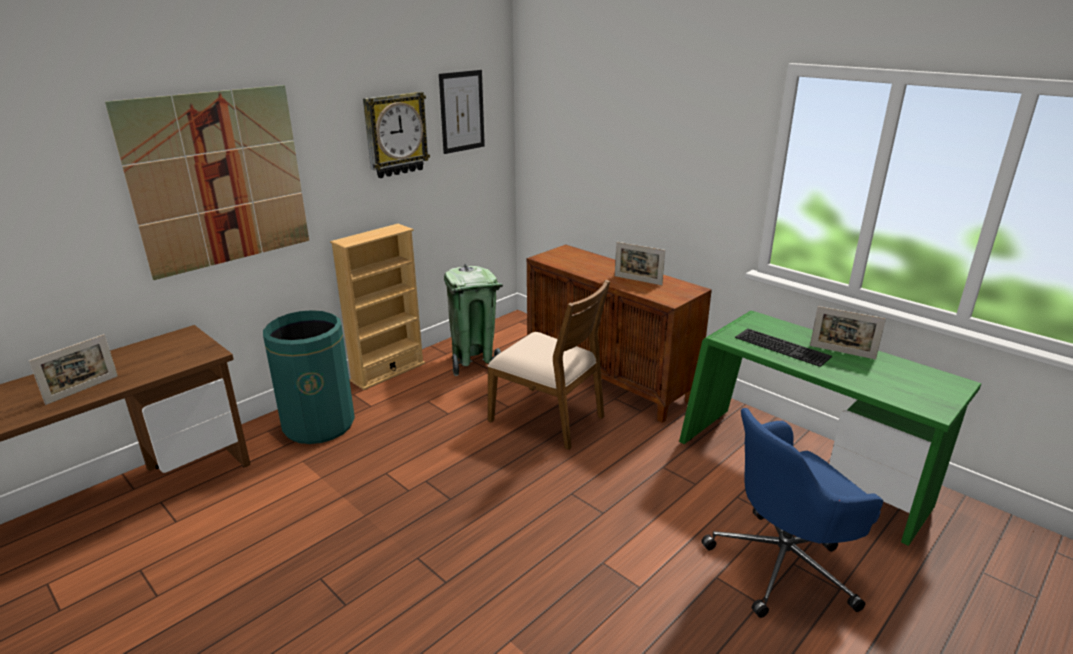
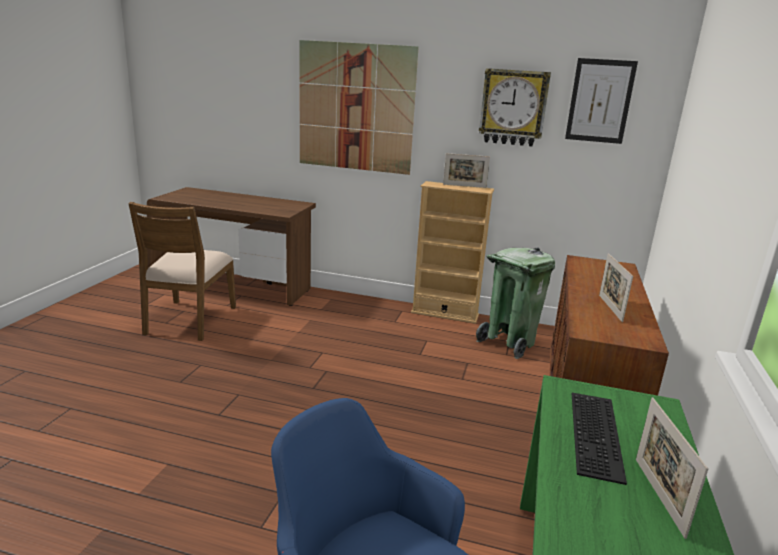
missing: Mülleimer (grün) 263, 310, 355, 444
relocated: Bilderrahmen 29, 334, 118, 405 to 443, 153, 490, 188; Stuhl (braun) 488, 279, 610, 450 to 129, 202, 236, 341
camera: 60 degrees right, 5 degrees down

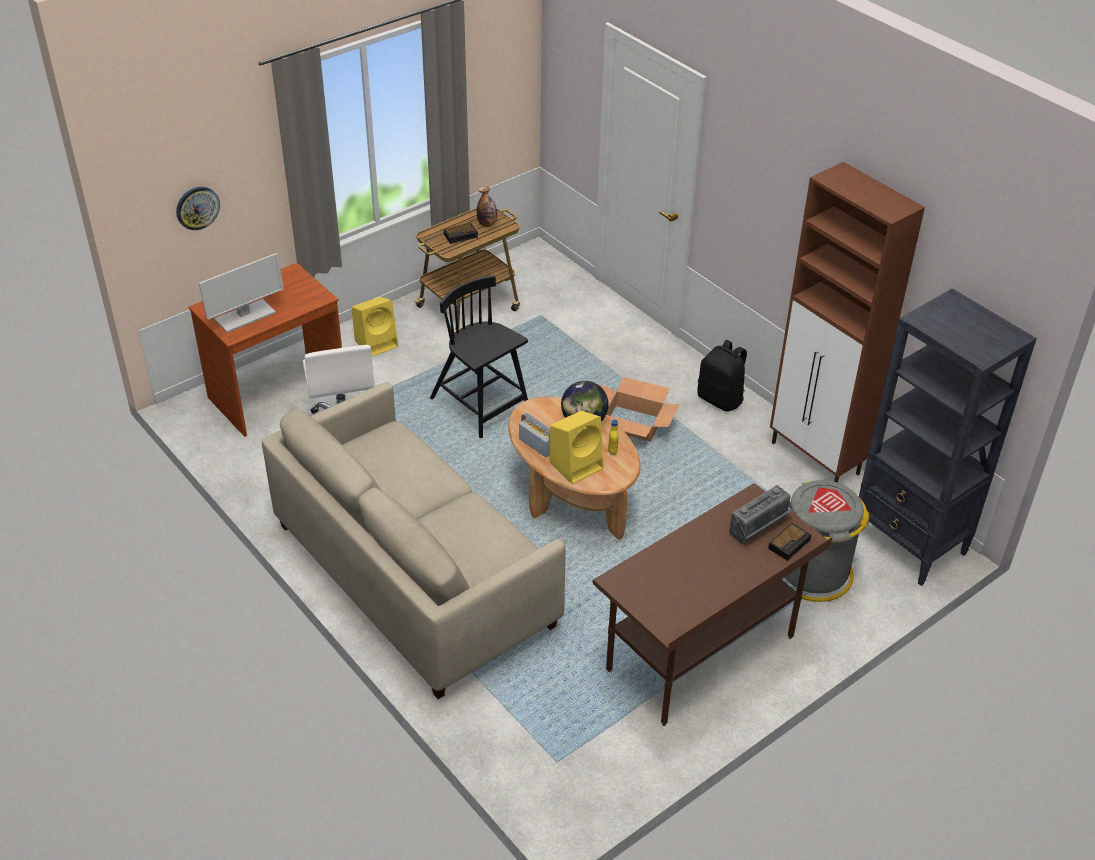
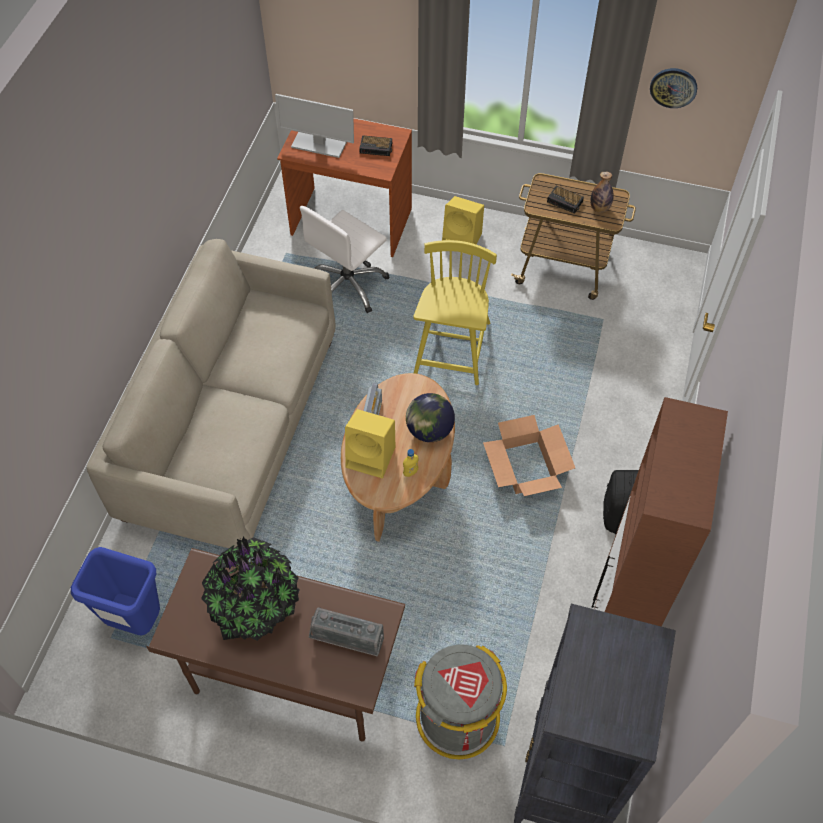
appeared: Mülleimer (blau) 71, 547, 160, 635; Topfpflanze 201, 537, 300, 641
relocated: Wanduhr 176, 187, 220, 230 to 650, 68, 697, 108; Wecker 768, 523, 811, 561 to 359, 135, 392, 156
colour: Stuhl (schwarz) 430, 275, 528, 438 to Stuhl (gelb) 413, 240, 497, 385
camera: 55 degrees right, 15 degrees up

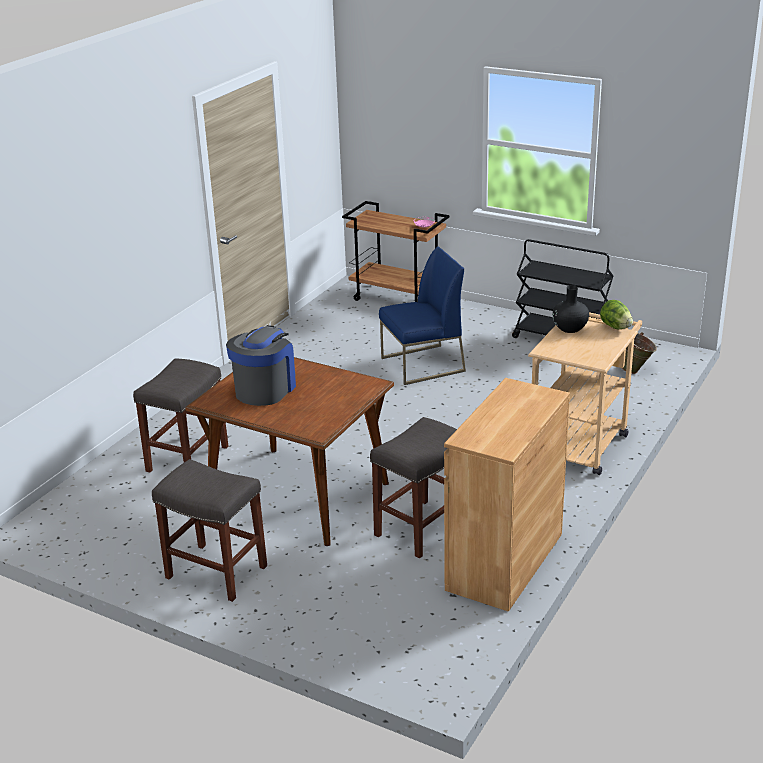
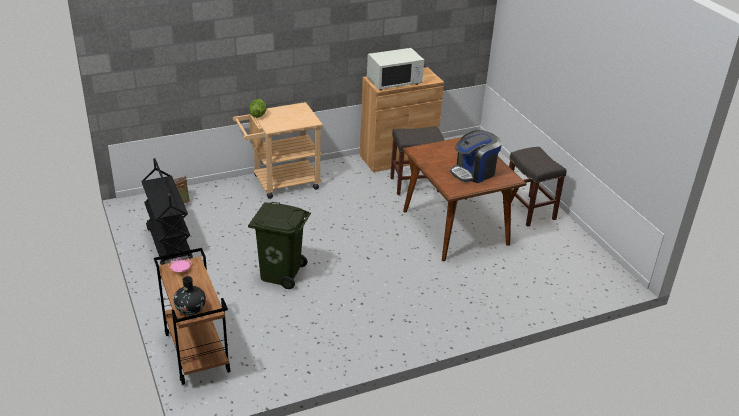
missing: Hocker (grau) 133, 358, 229, 473
appeared: Mikrowelle (weiß) 367, 48, 424, 90
relocated: Vase (schwarz) 552, 285, 589, 333 to 173, 276, 206, 315
exchanged: Stuhl (blau) 379, 246, 466, 385 to Mülleimer (grün) 248, 202, 311, 289
camera: 145 degrees left, 5 degrees up

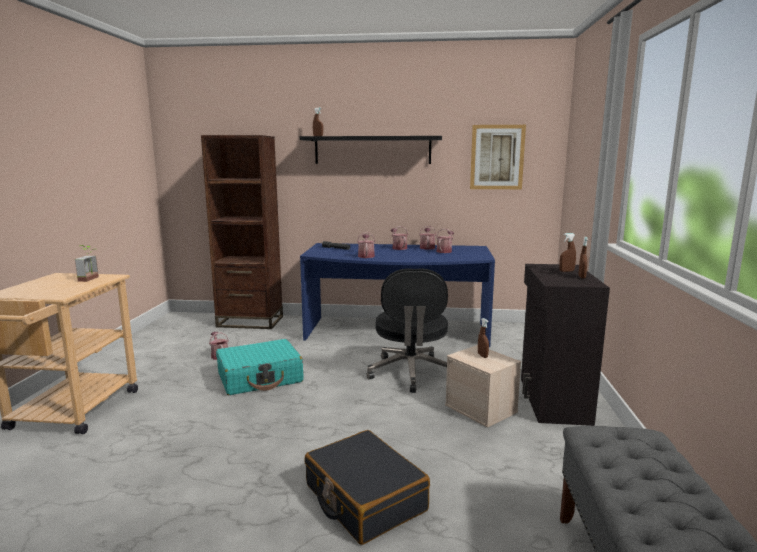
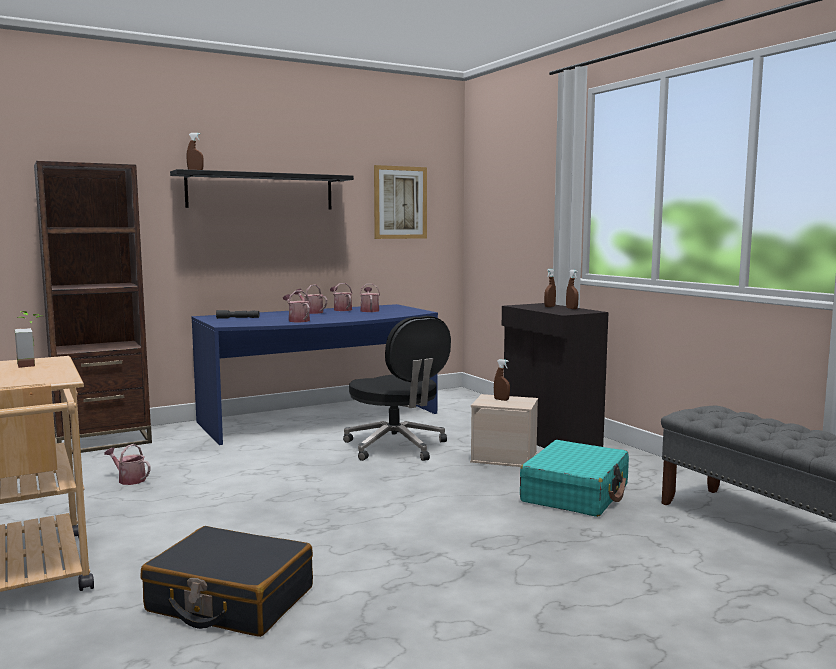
relocated: Koffer (türkis) 216, 339, 303, 395 to 520, 440, 629, 517; Koffer (schwarz) 304, 430, 430, 545 to 140, 526, 313, 637
camera: 35 degrees left, 5 degrees down

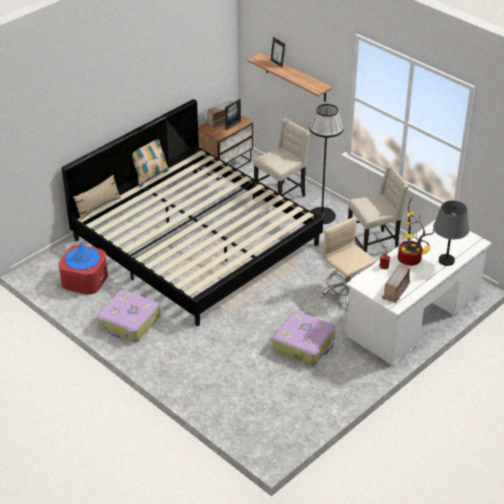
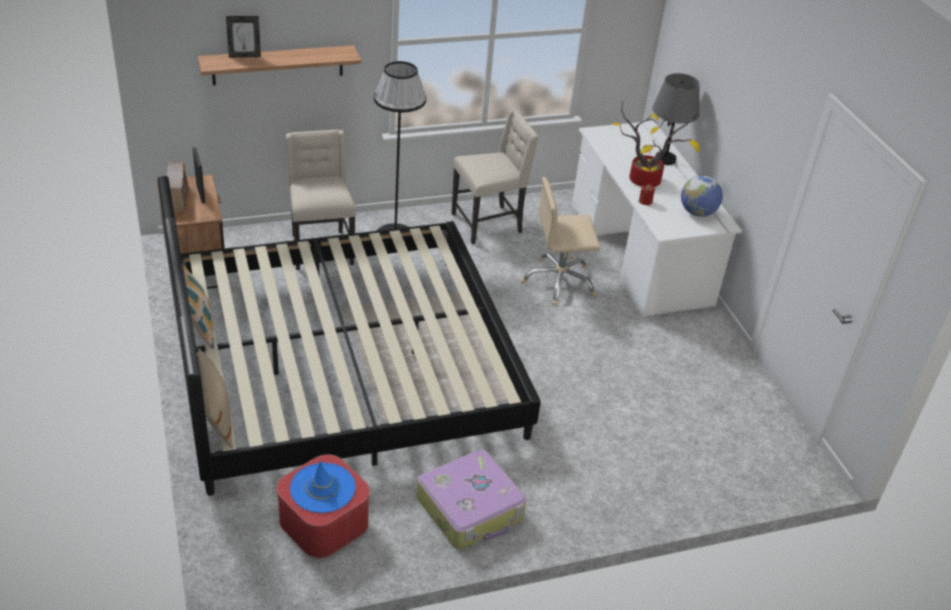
missing: Koffer 272, 311, 335, 366
exchanged: Radio 382, 264, 411, 303 to Globus 681, 176, 723, 217
spun: Stuhl (beige) 348, 165, 409, 253 = 452, 110, 539, 244 60 degrees clockwise
camera: 65 degrees left, 0 degrees up

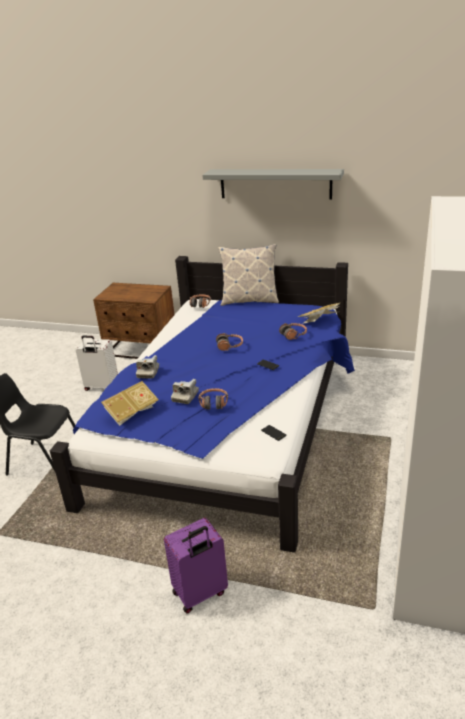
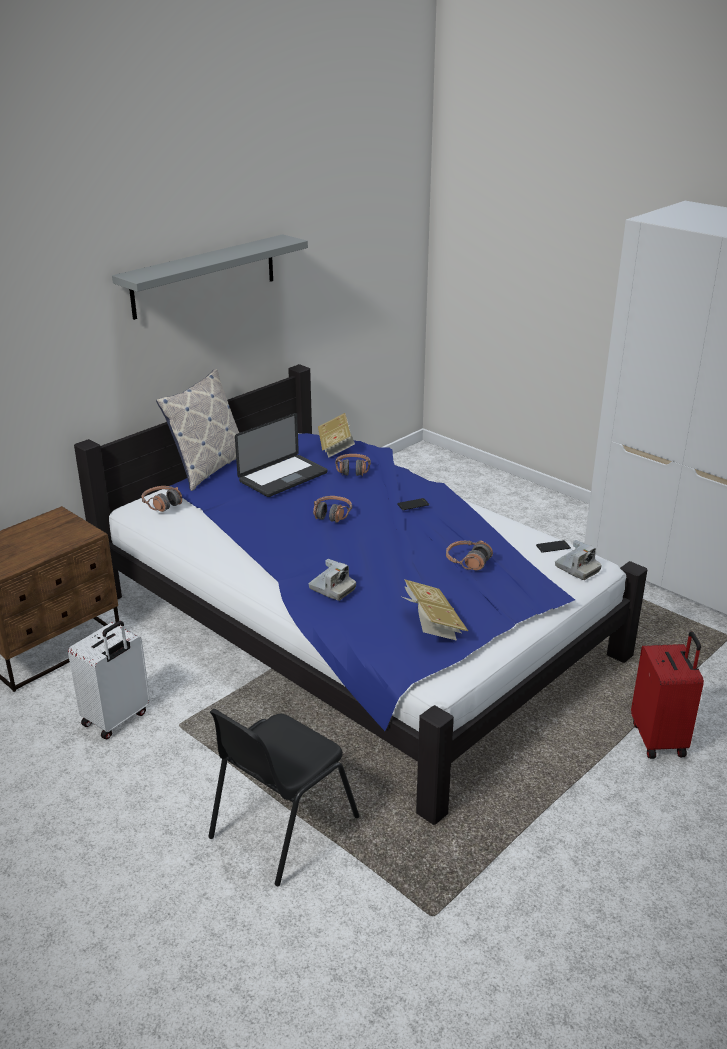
appeared: Laptop 235, 413, 328, 497
relocated: Kamera 171, 379, 199, 404 to 555, 540, 602, 580
colour: Koffer (lila) 164, 518, 228, 614 to Koffer (rot) 631, 631, 704, 759
camera: 65 degrees left, 0 degrees up

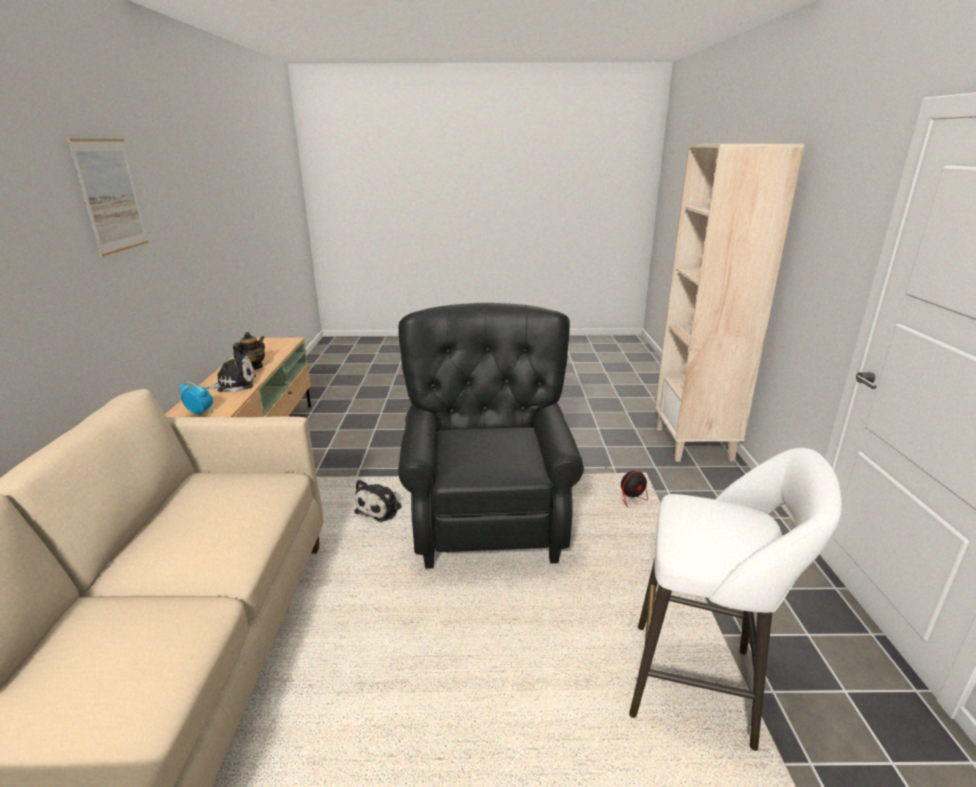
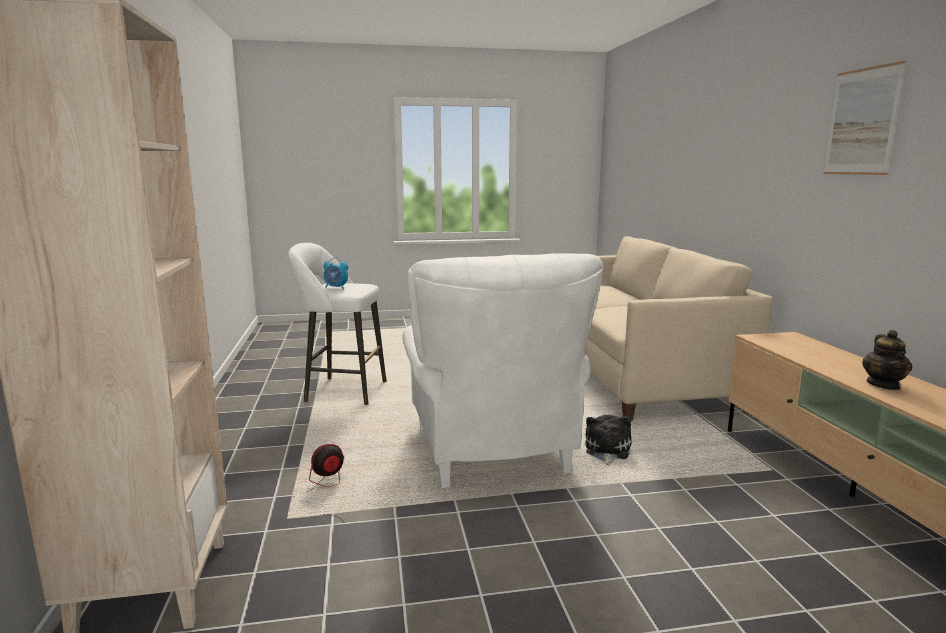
missing: Plüschtier 204, 352, 256, 392
relocated: Wecker 179, 382, 213, 415 to 323, 257, 348, 289
colour: Sessel (schwarz) 398, 303, 584, 569 to Sessel (weiß) 402, 253, 603, 488
camera: 170 degrees right, 10 degrees down

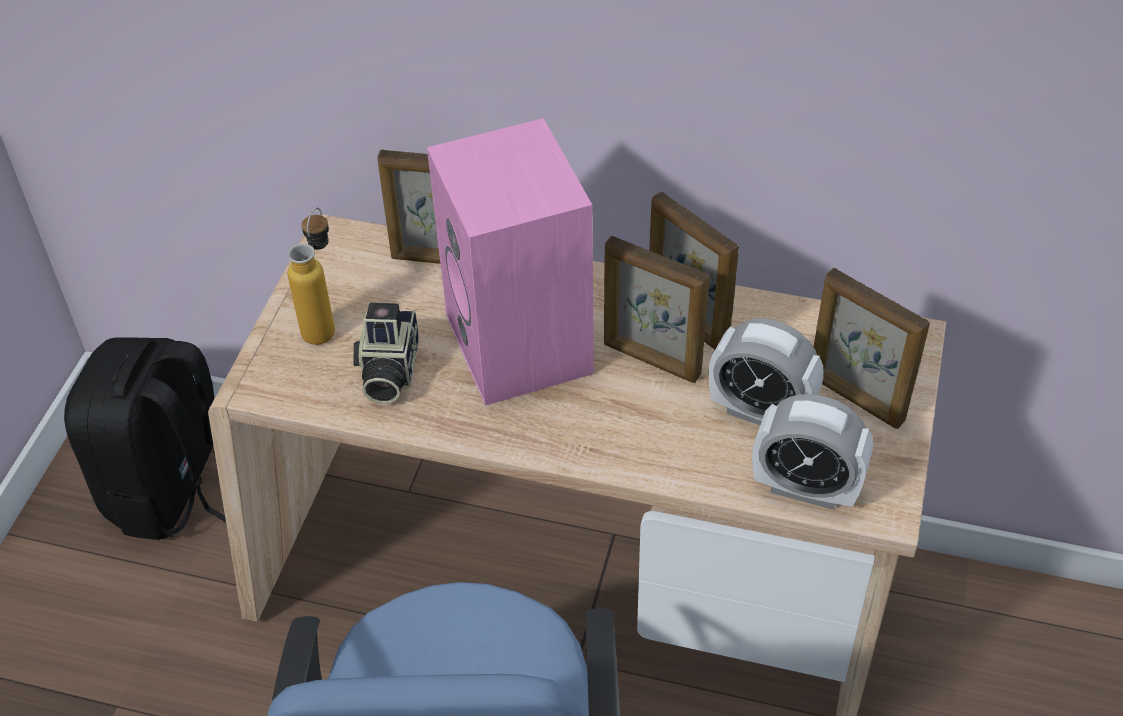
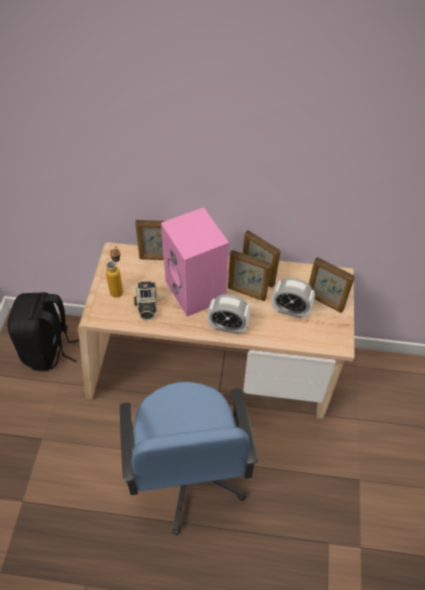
relocated: Wecker 752, 394, 873, 510 to 207, 294, 251, 334
camera: 10 degrees left, 5 degrees up

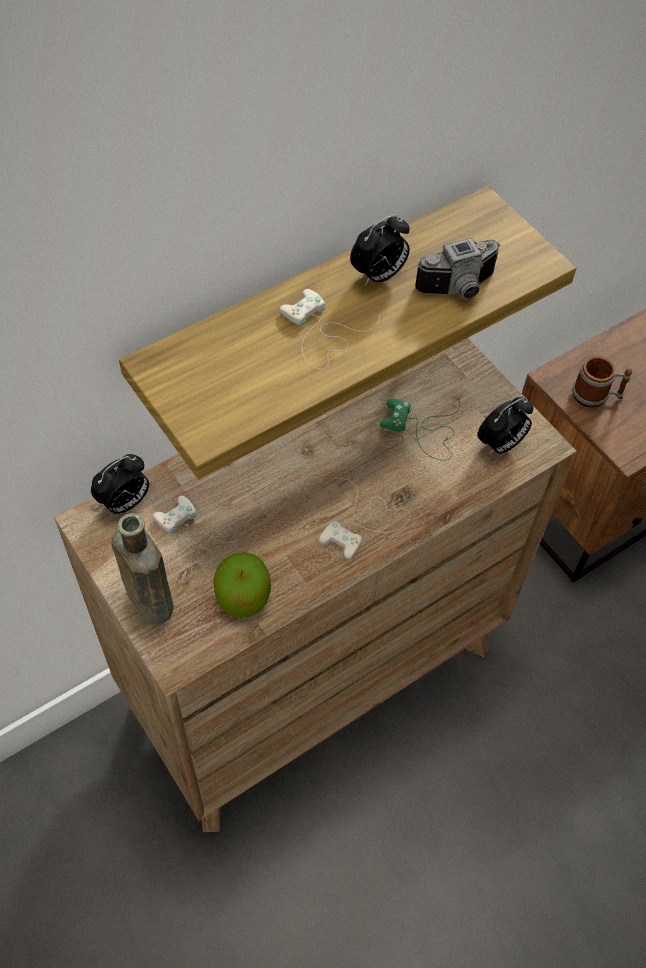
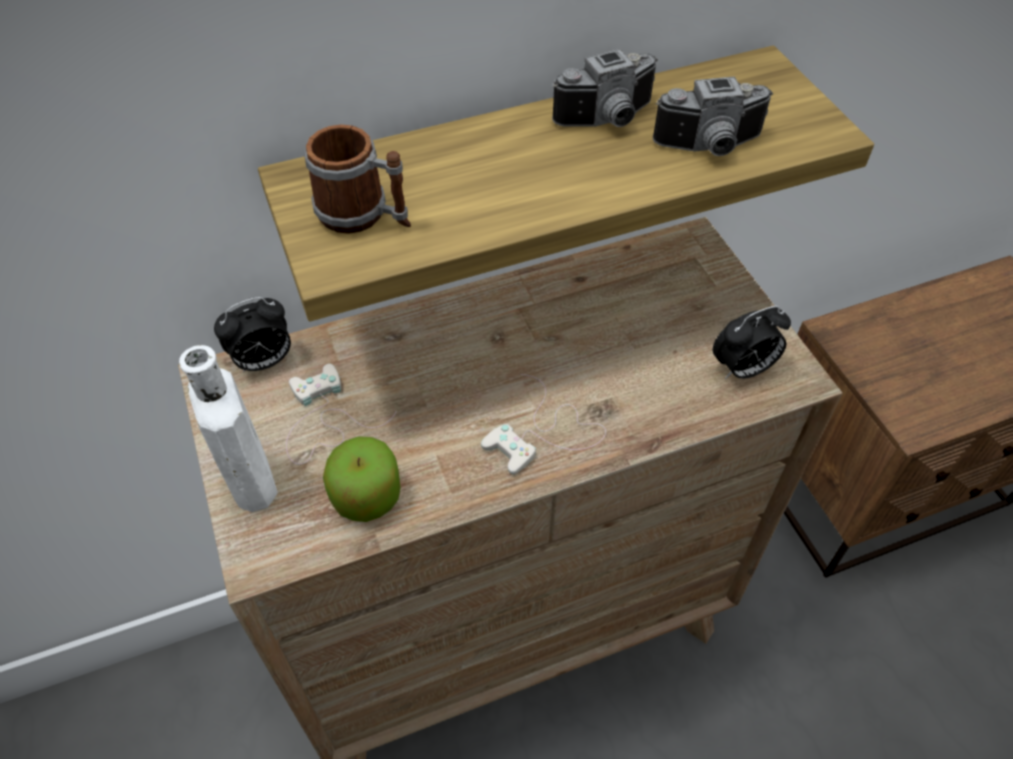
missing: Gamepad (weiß) 280, 289, 380, 370; Gamepad (grün) 380, 394, 460, 461
relocated: Henkelbecher 572, 356, 632, 408 to 304, 124, 411, 234
exchanged: Wecker 350, 214, 410, 286 to Kamera 552, 49, 658, 127
colour: Flasche (braun) 112, 513, 174, 625 to Flasche (weiß) 179, 345, 278, 512
camera: 15 degrees right, 5 degrees down

